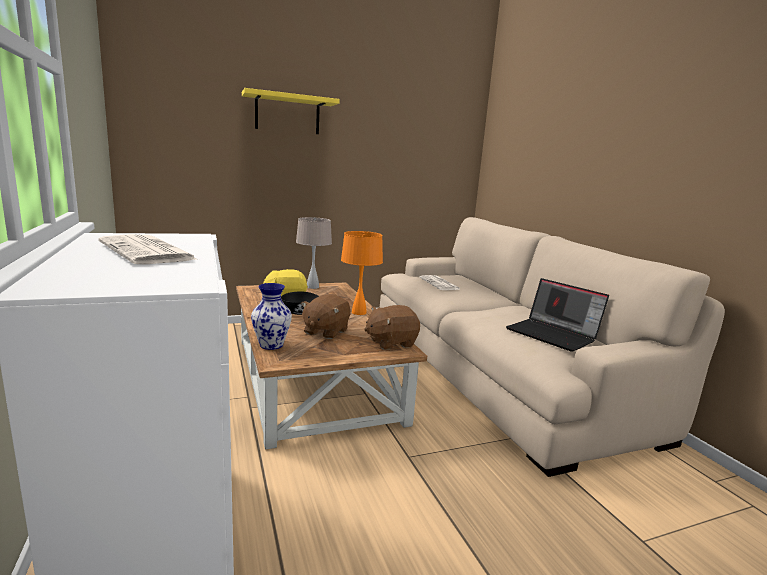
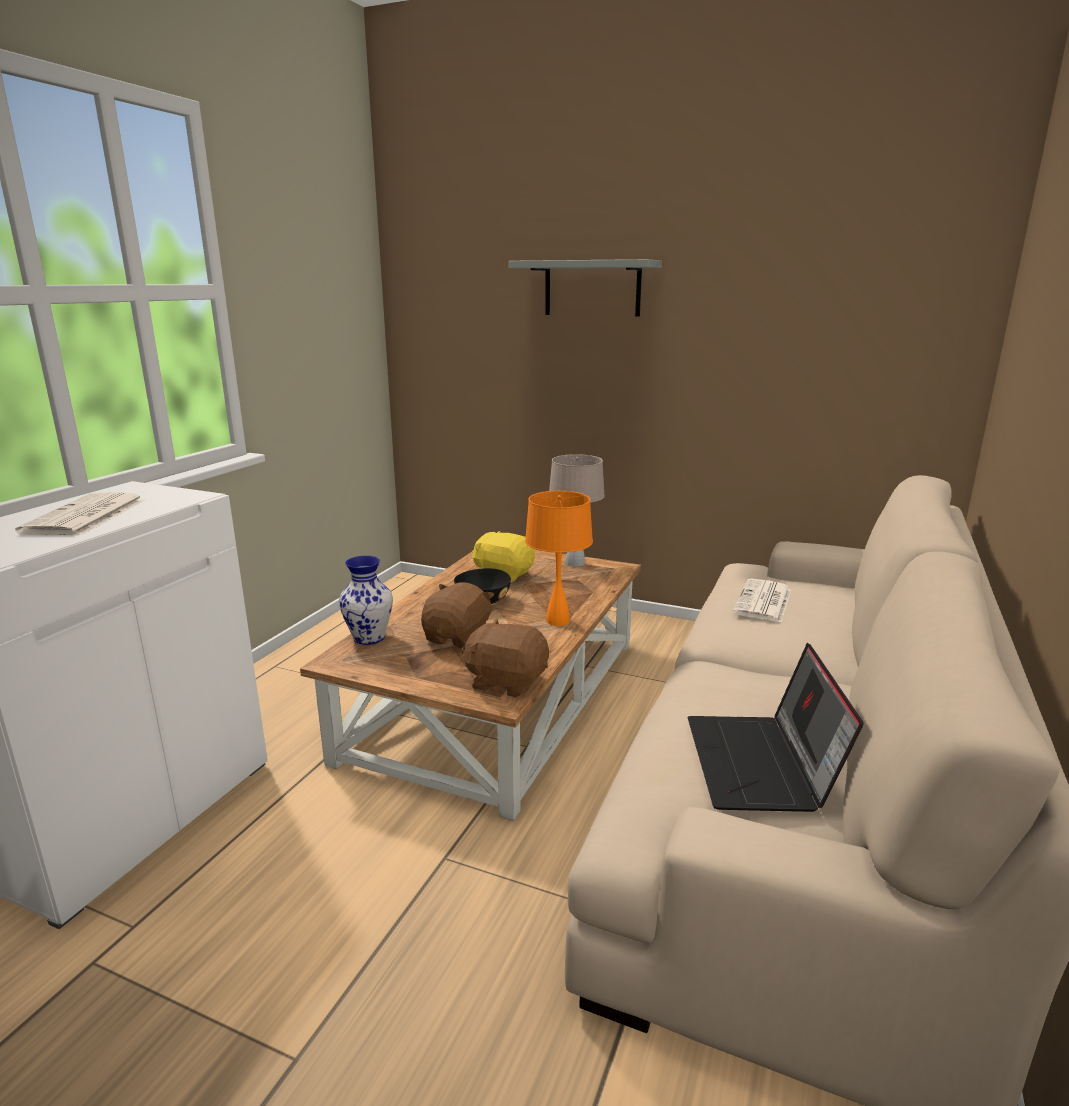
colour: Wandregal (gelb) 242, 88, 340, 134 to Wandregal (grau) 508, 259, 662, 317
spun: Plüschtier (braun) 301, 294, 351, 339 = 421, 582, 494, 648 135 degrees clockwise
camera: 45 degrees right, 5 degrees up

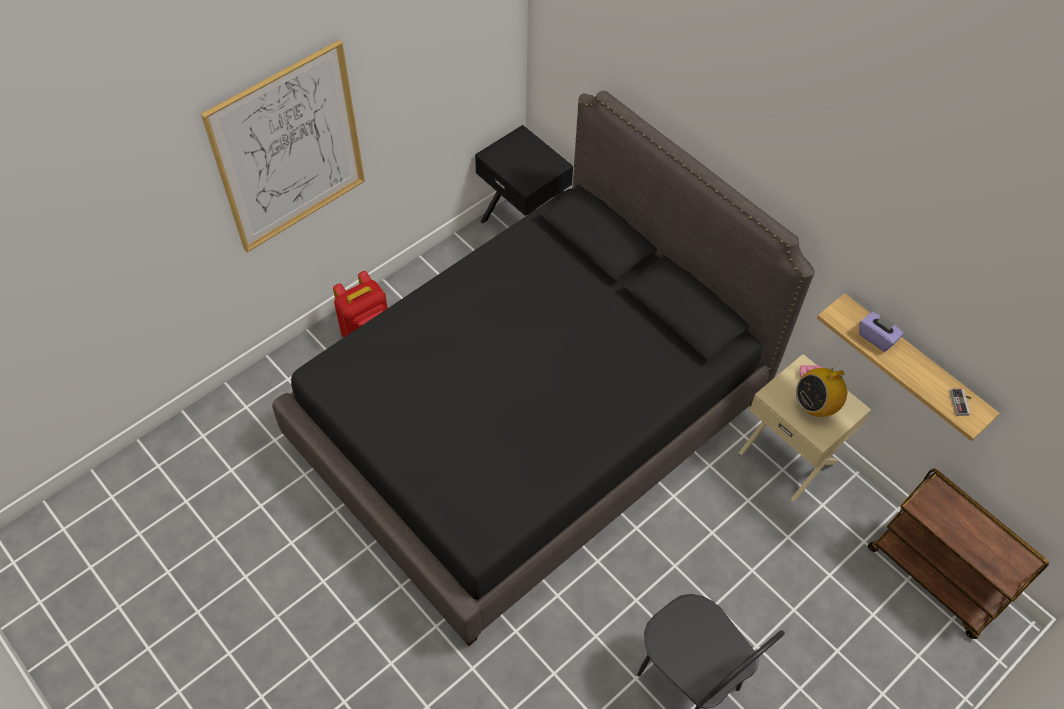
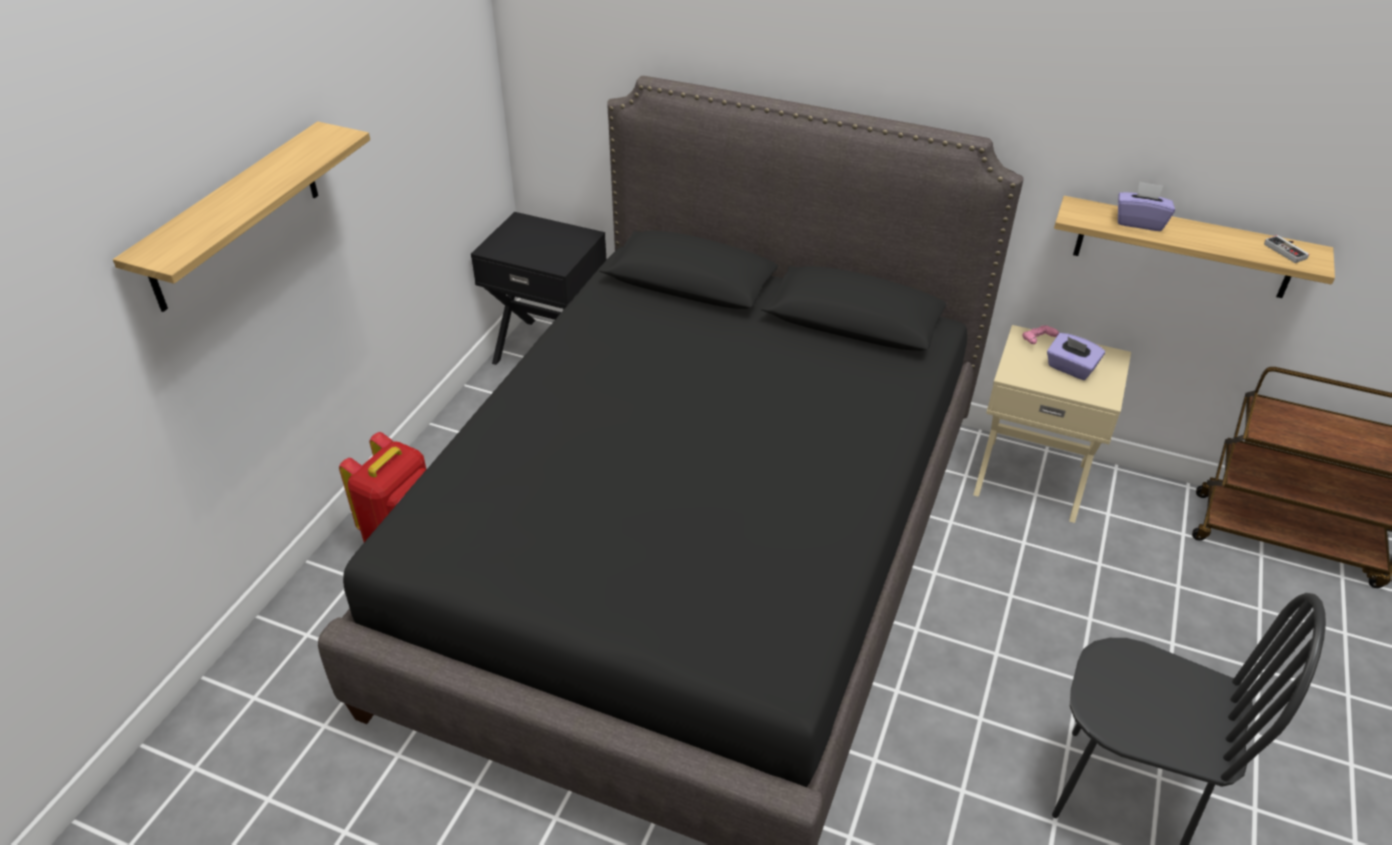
exchanged: Bild 201, 40, 365, 252 to Wandregal 113, 121, 370, 312; Radio 796, 366, 847, 417 to Taschentuchbox (lila) 1047, 333, 1105, 380
camera: 25 degrees left, 15 degrees down

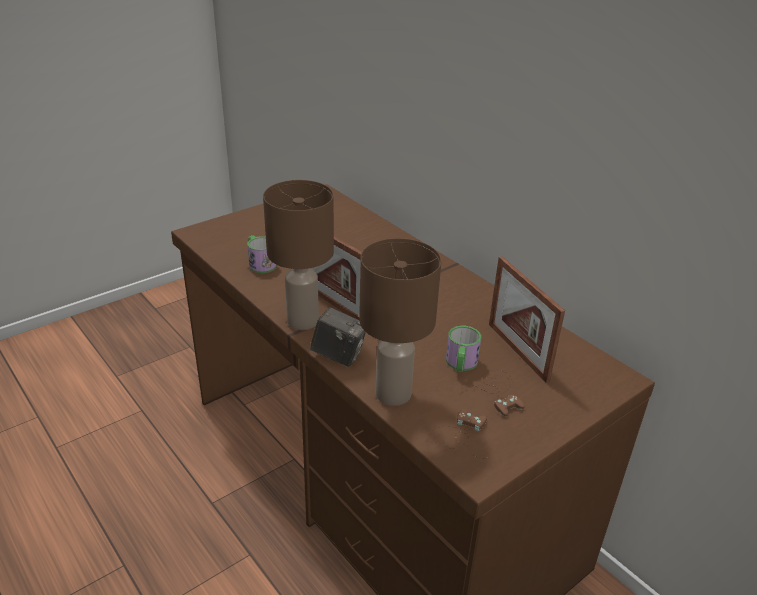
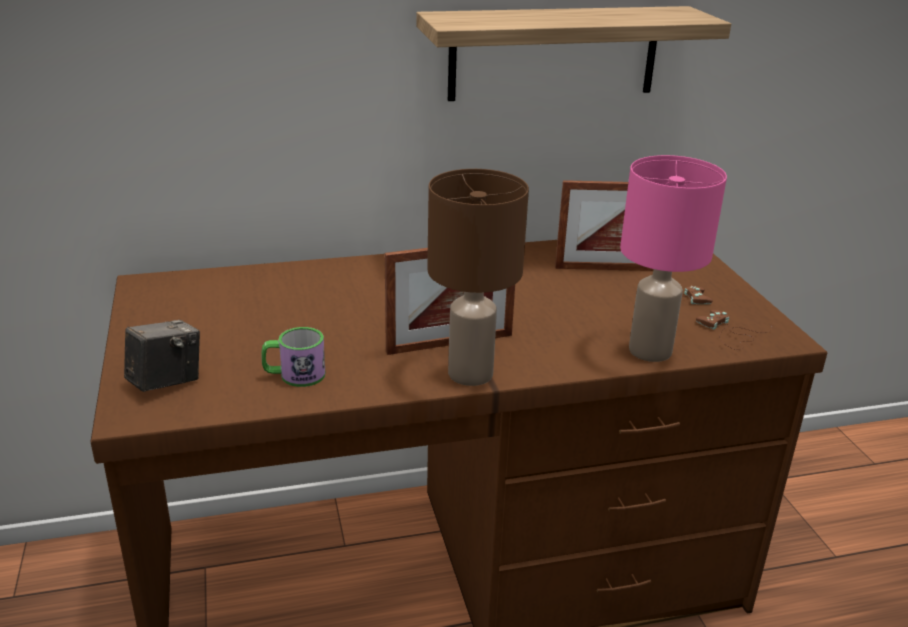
missing: Henkelbecher 446, 326, 481, 372
appeared: Wandregal 416, 6, 731, 101
relocated: Kamera 310, 307, 366, 367 to 124, 320, 200, 392
colour: Tischlampe (braun) 359, 238, 442, 406 to Tischlampe (rosa) 620, 155, 727, 362
camera: 65 degrees left, 5 degrees down

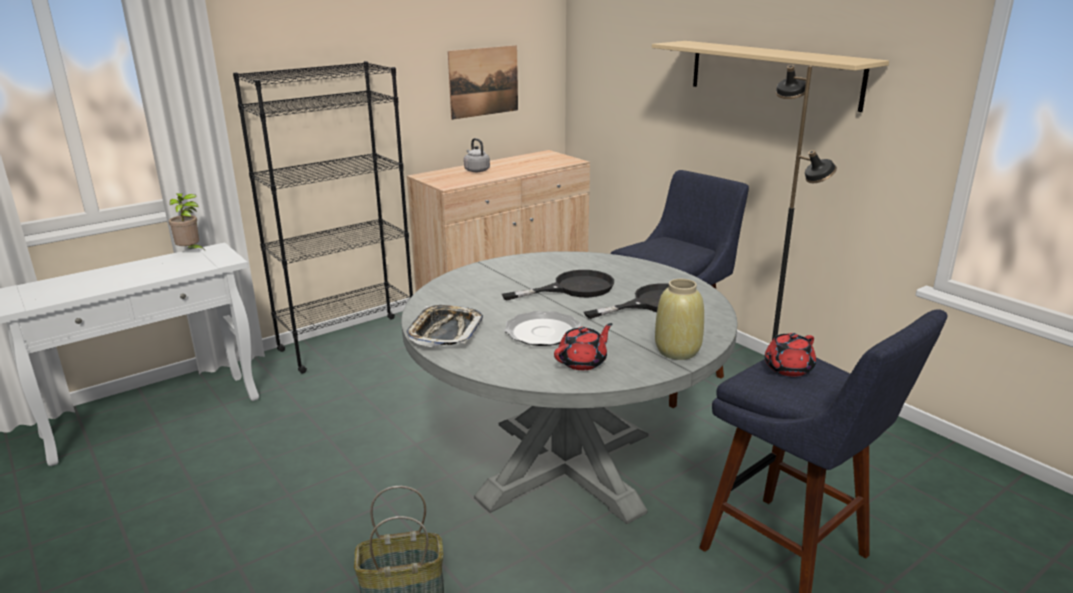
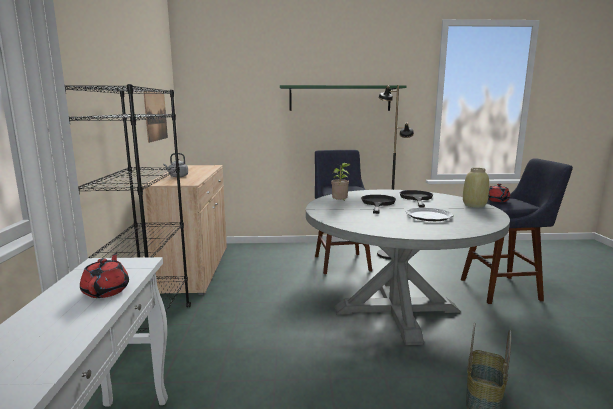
missing: Tablett 406, 305, 483, 347
relocated: Topfpflanze 169, 193, 205, 250 to 331, 163, 351, 202; Teekanne (rot) 554, 323, 612, 370 to 80, 253, 129, 298
colour: Wandregal (beige) 652, 41, 889, 112 to Wandregal (grün) 280, 85, 407, 111
camera: 55 degrees left, 10 degrees down

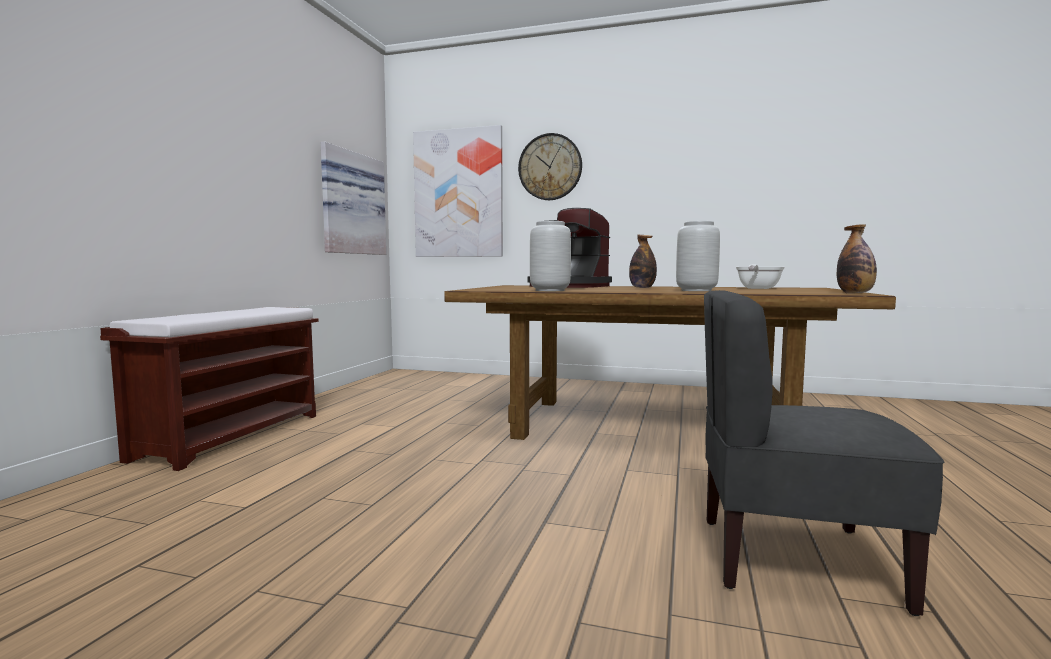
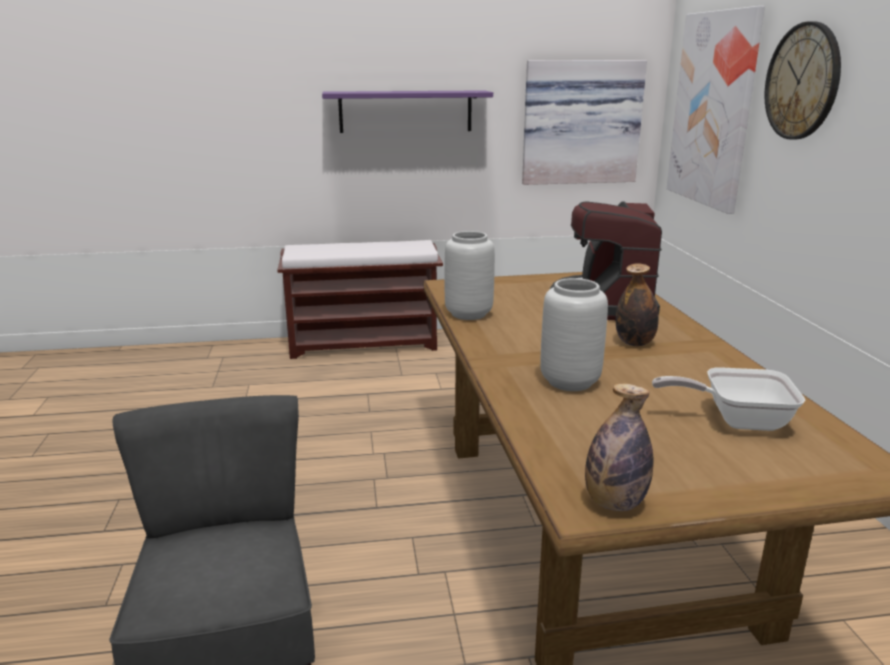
appeared: Wandregal (lila) 322, 90, 493, 133
camera: 65 degrees right, 15 degrees up

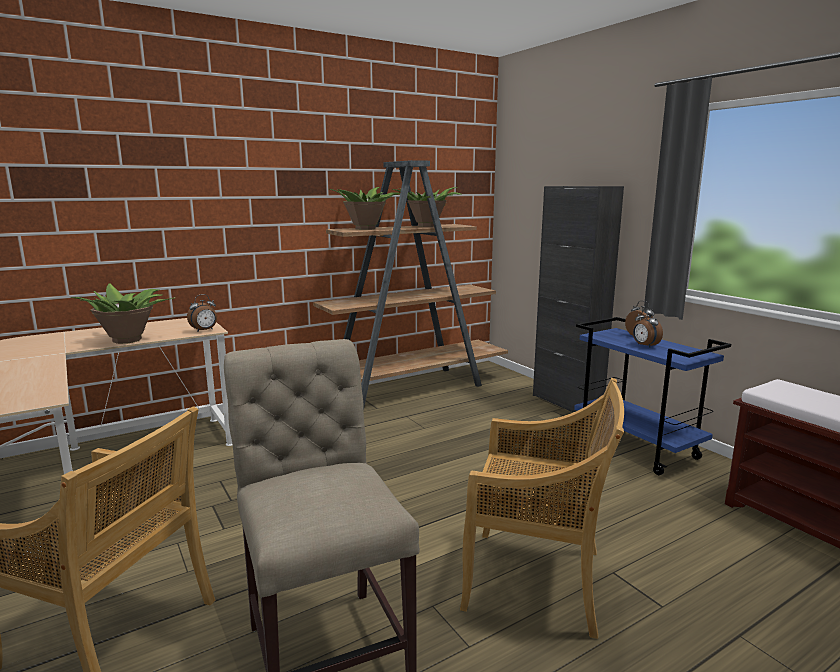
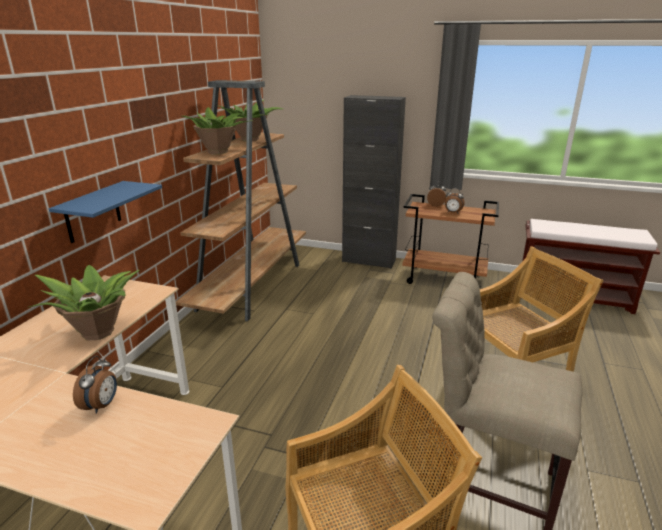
appeared: Wandregal (blau) 49, 181, 162, 243
relocated: Wecker 187, 294, 217, 332 to 73, 356, 117, 414
colour: Rollwagen (blau) 574, 317, 731, 475 to Rollwagen (braun) 402, 194, 499, 287
camera: 40 degrees left, 10 degrees up

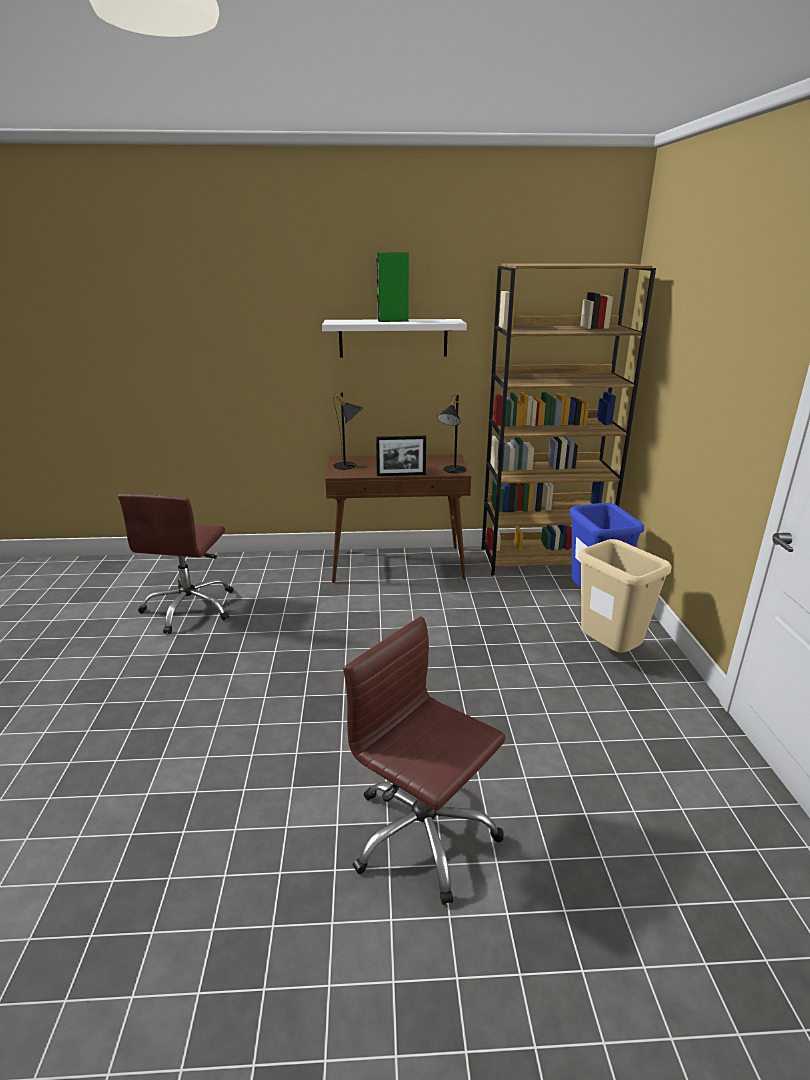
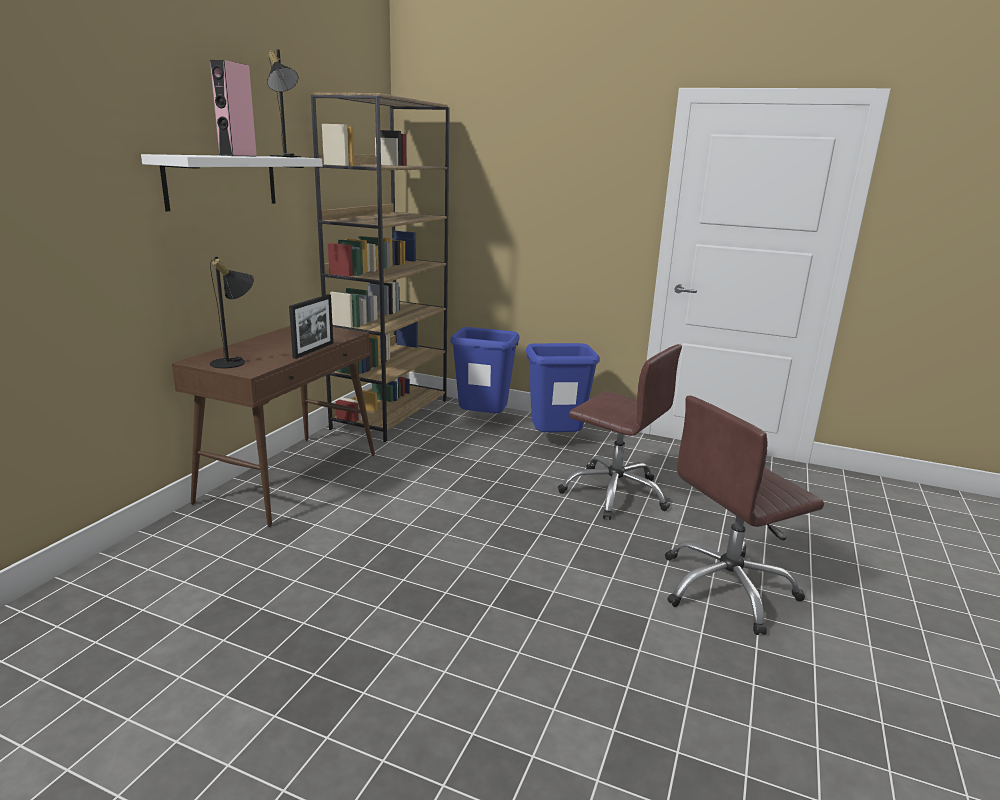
relocated: Bürostuhl (braun) 118, 494, 233, 634 to 558, 344, 682, 520; Tischlampe (schwarz) 437, 394, 467, 474 to 267, 49, 301, 157
colour: Lautsprecher (grün) 376, 252, 409, 322 to Lautsprecher (rosa) 210, 60, 257, 156; Mülleimer (beige) 578, 539, 672, 653 to Mülleimer (blau) 526, 343, 600, 433
camera: 65 degrees left, 5 degrees down

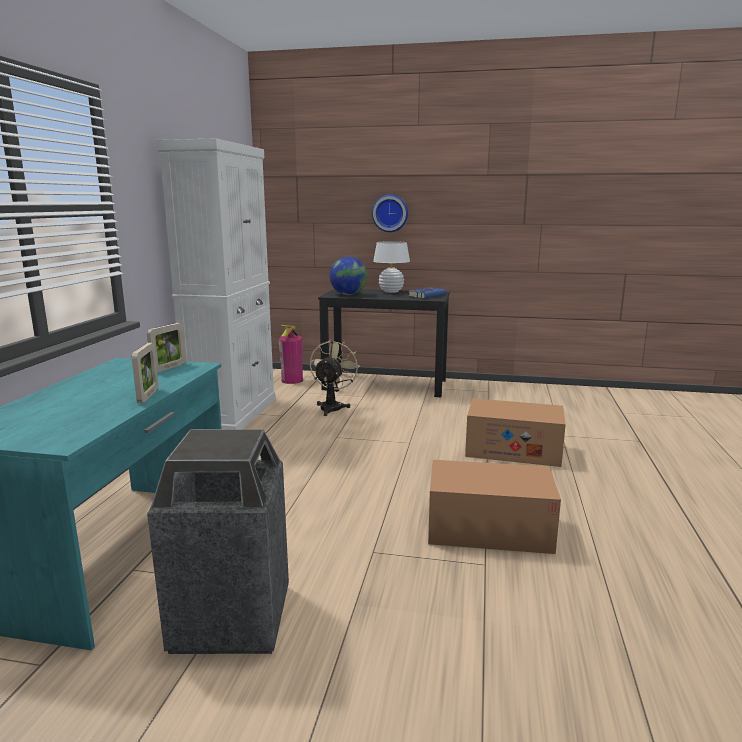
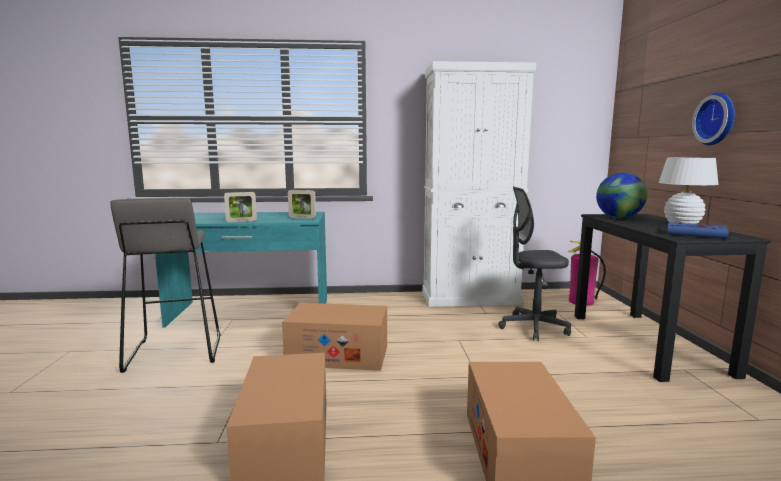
appeared: Karton 282, 303, 387, 371
exchanged: Mülleimer 147, 429, 289, 654 to Hocker (grau) 110, 198, 221, 373; Ventilator (beige) 310, 340, 360, 416 to Bürostuhl (grau) 498, 187, 571, 341
camera: 75 degrees right, 5 degrees down

